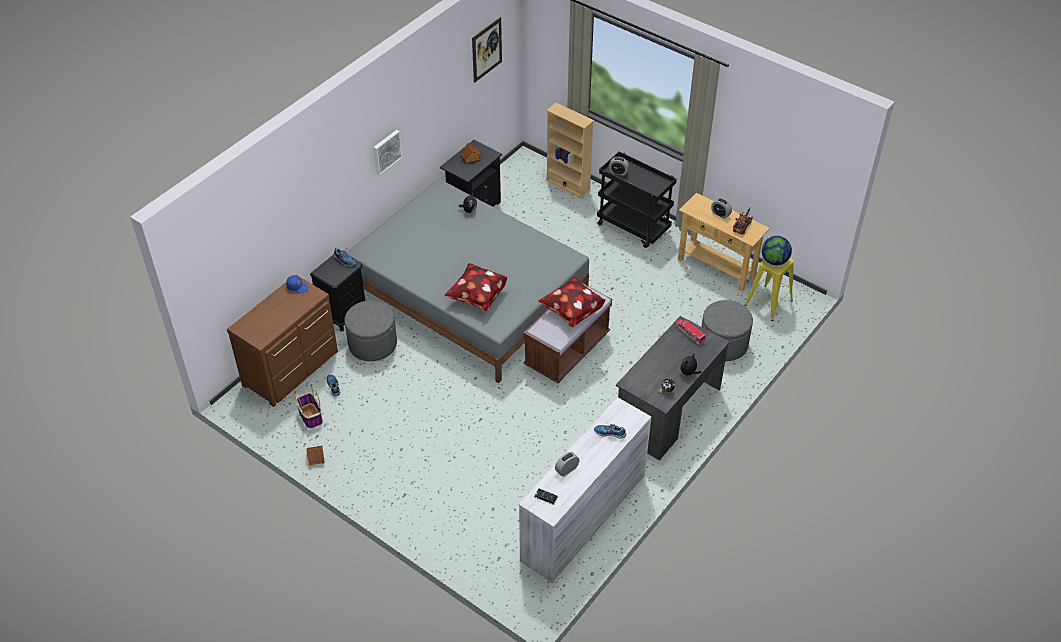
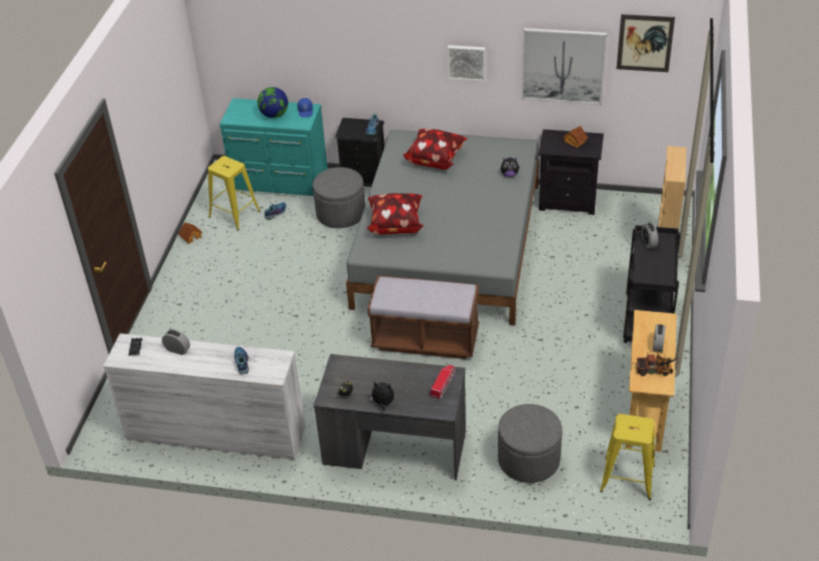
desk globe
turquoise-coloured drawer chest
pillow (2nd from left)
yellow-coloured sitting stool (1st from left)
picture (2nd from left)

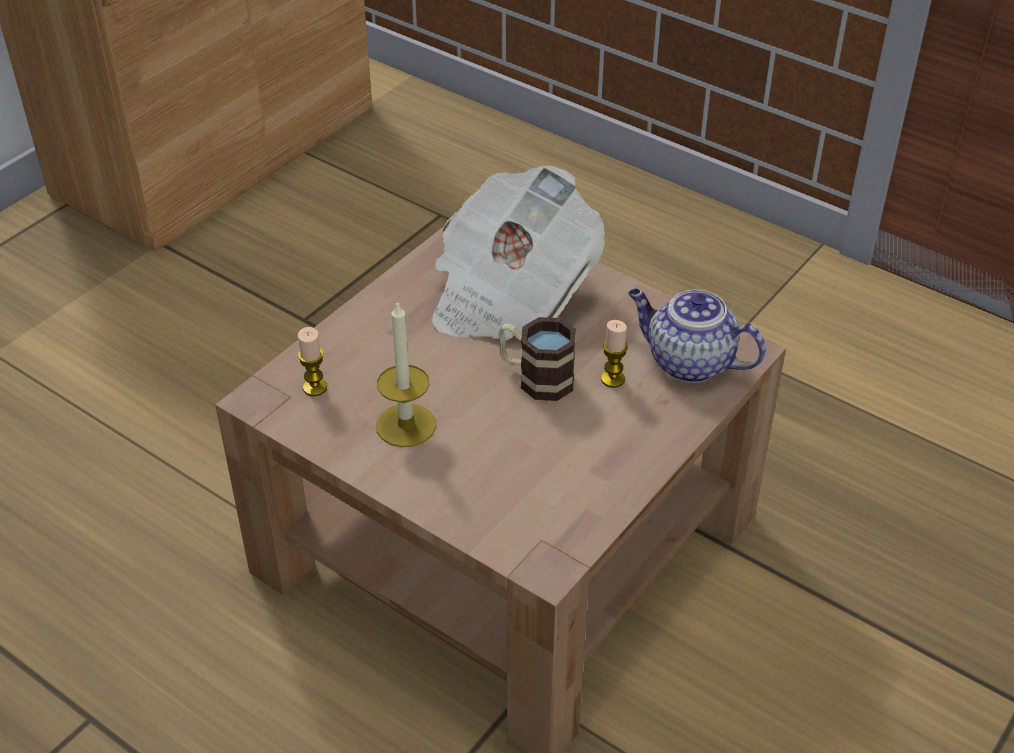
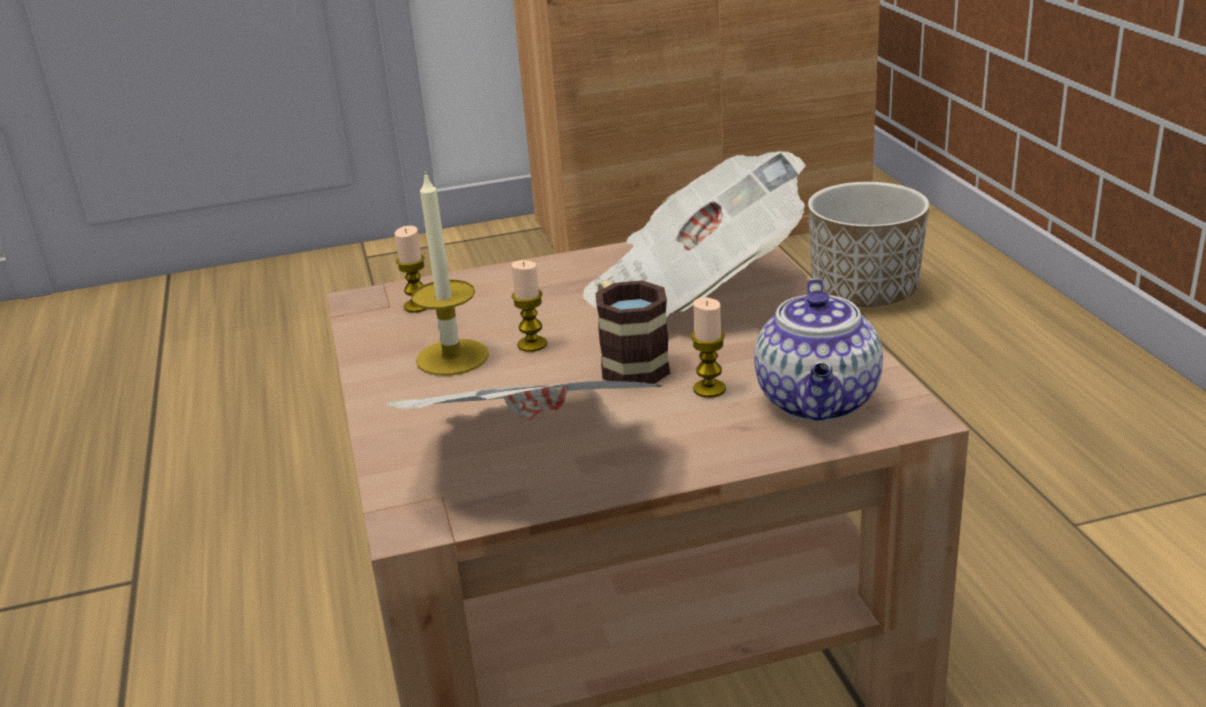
teapot
planter
wax light (3rd from left)
printed paper (1st from left)

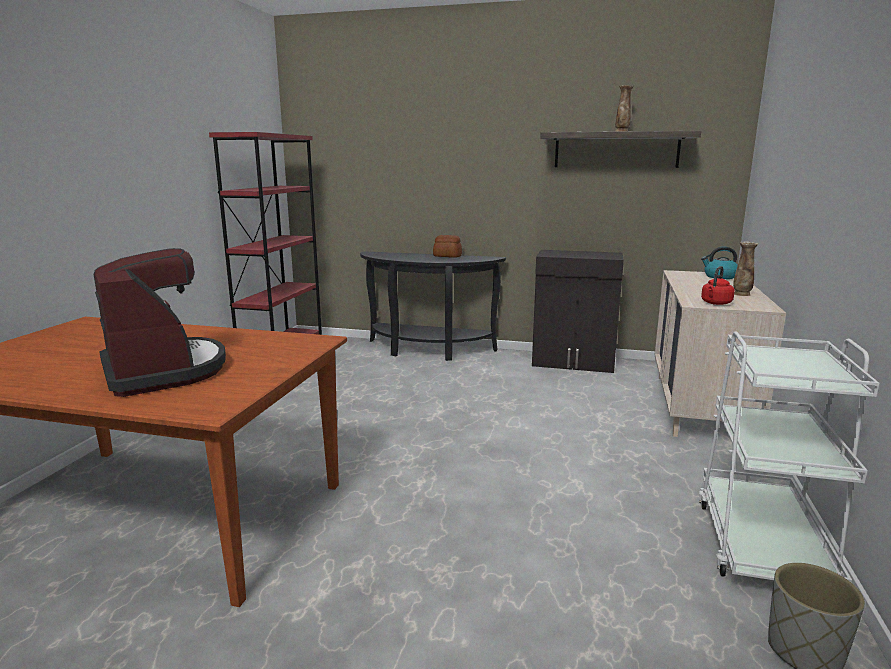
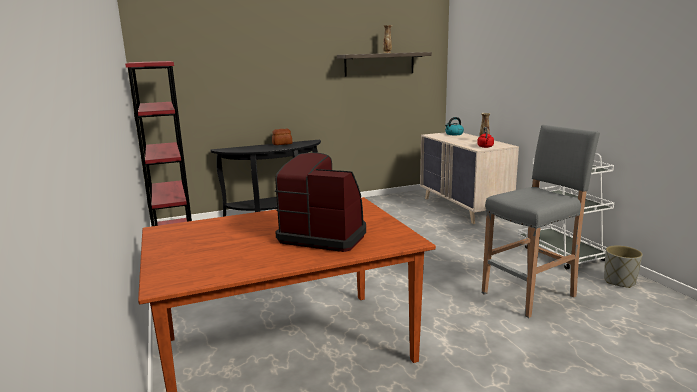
black cabinet
gray sitting stool

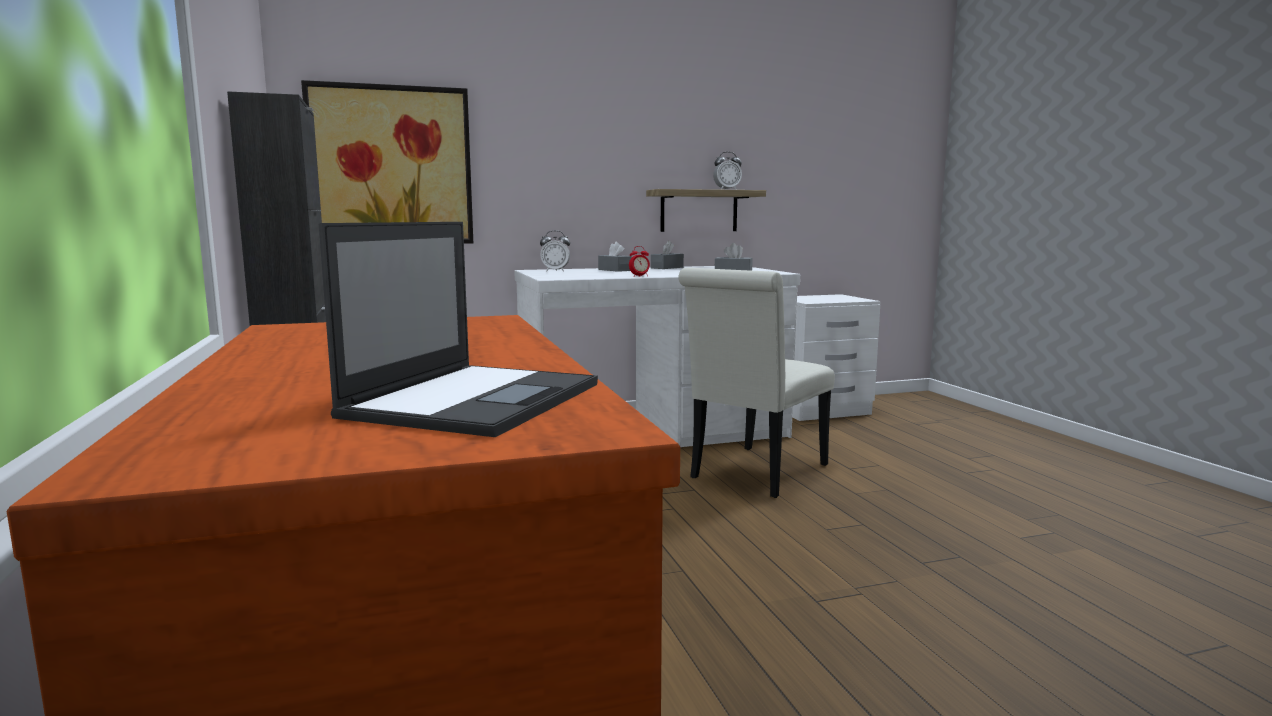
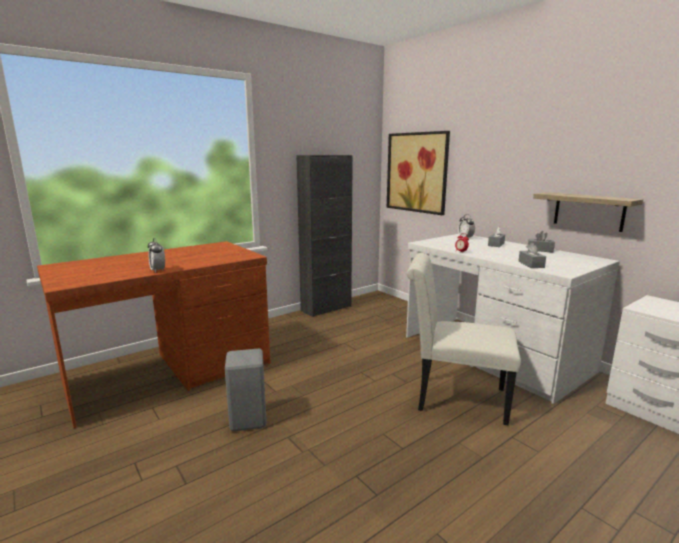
alarm clock (1st from left)
laptop
gray sitting stool

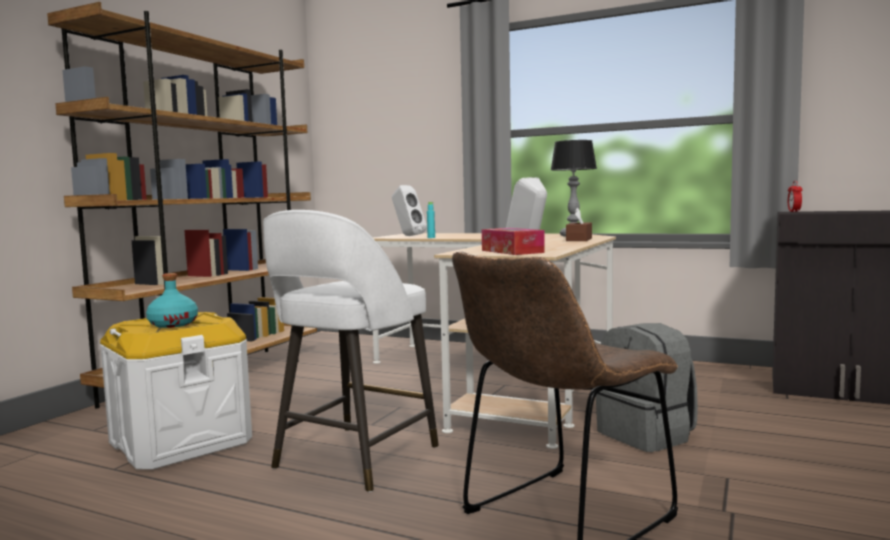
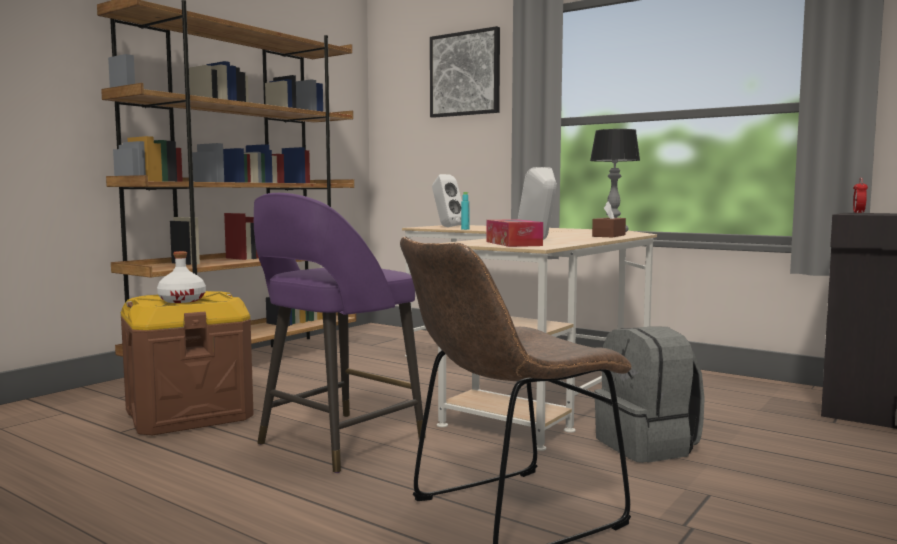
purplish sitting stool
whitish beverage bottle
brown storage box
picture

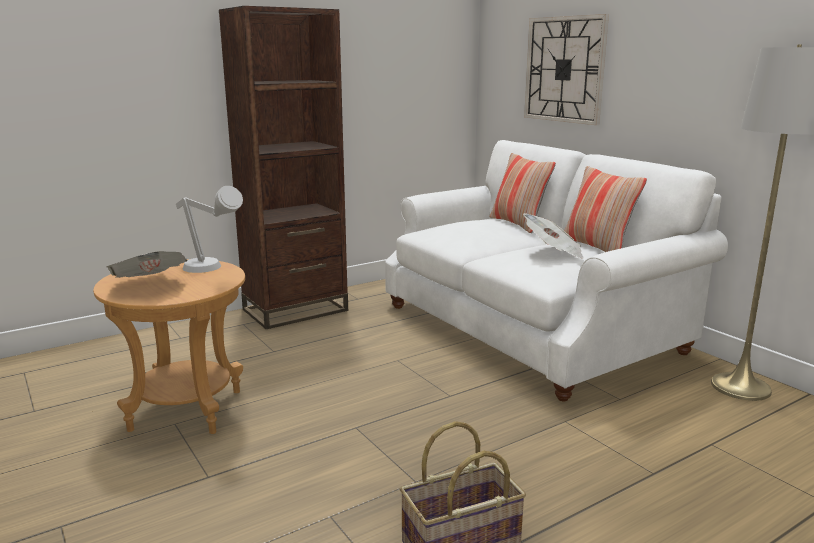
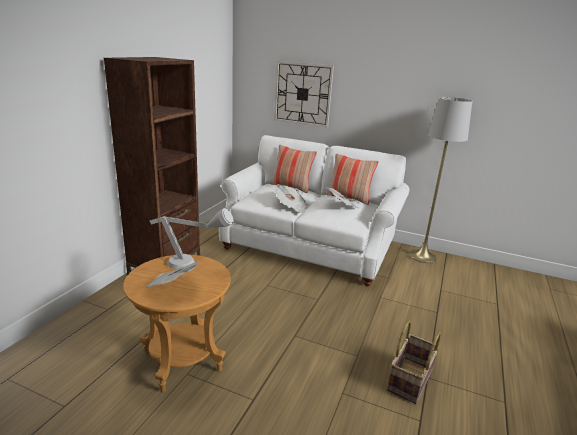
printed paper (2nd from left)

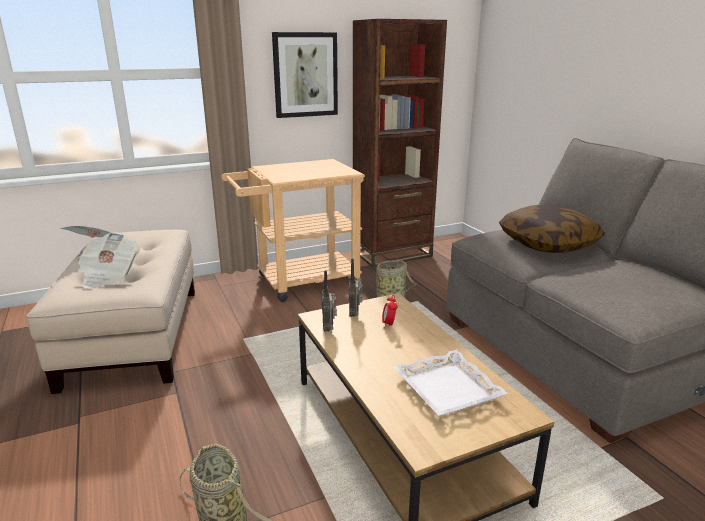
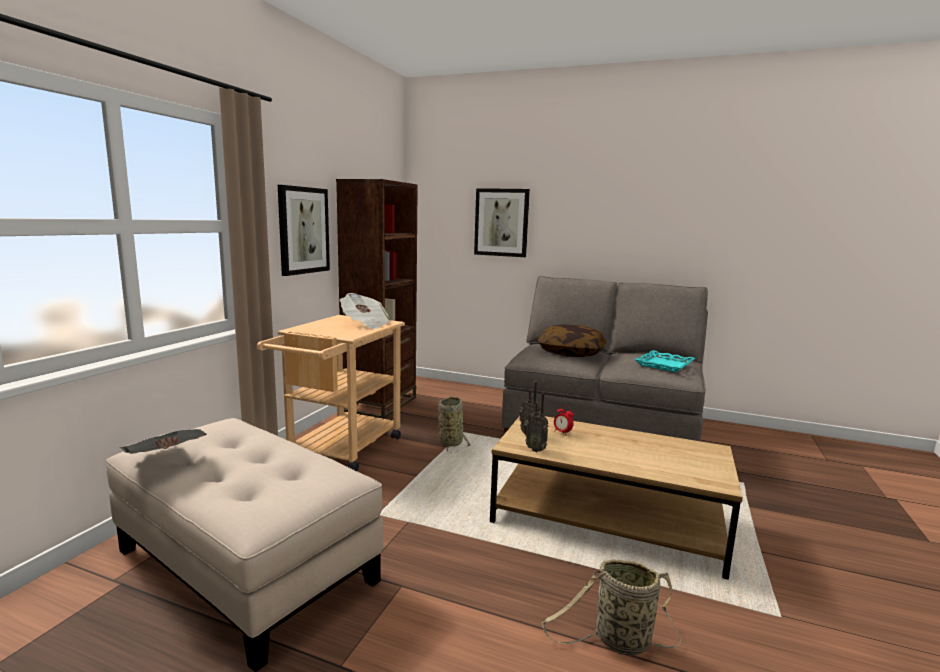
printed paper (2nd from left)
whitish tray
picture (2nd from left)
turquoise-coloured tray

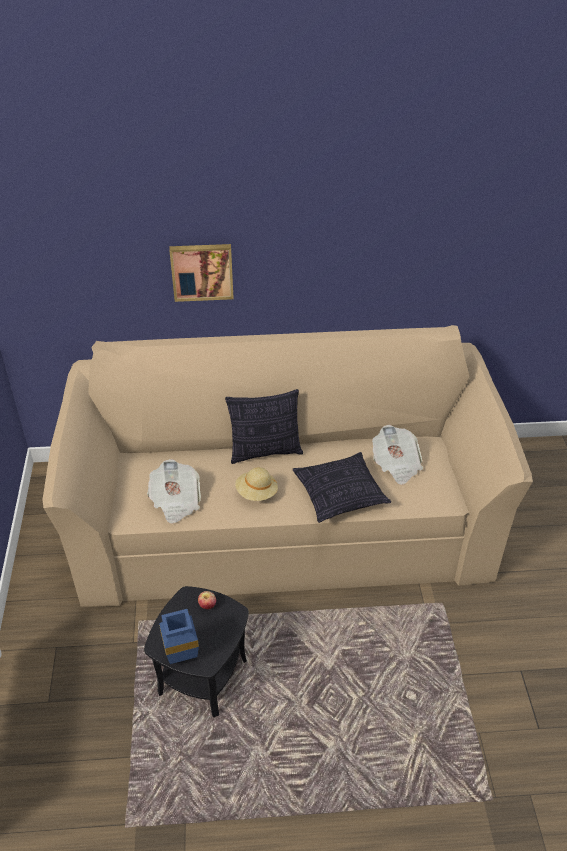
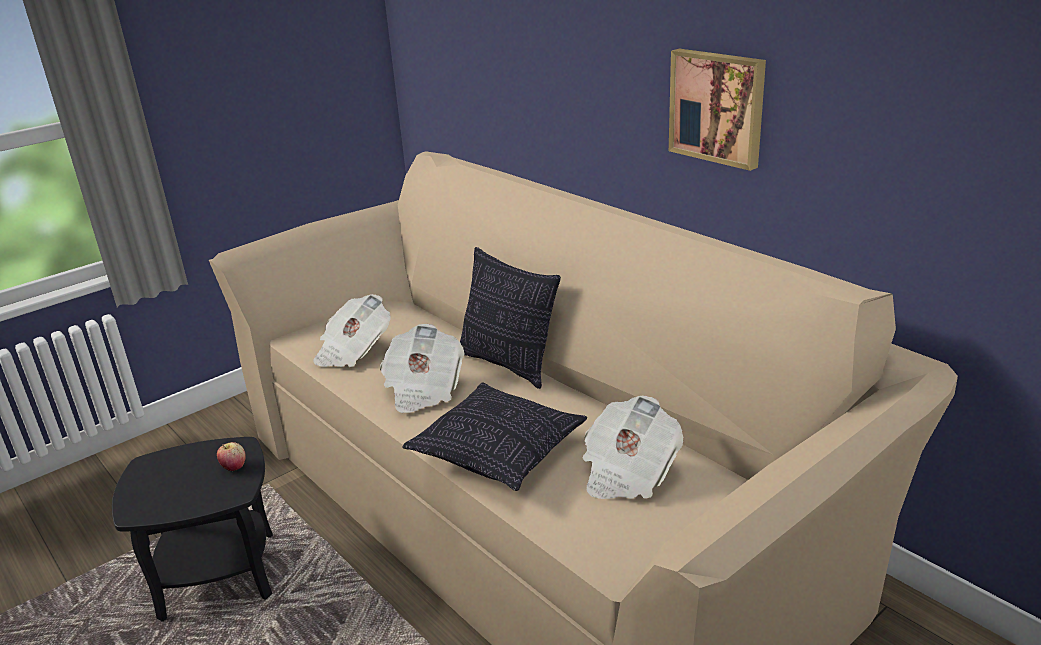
picture
printed paper (2nd from left)
blue flower vase

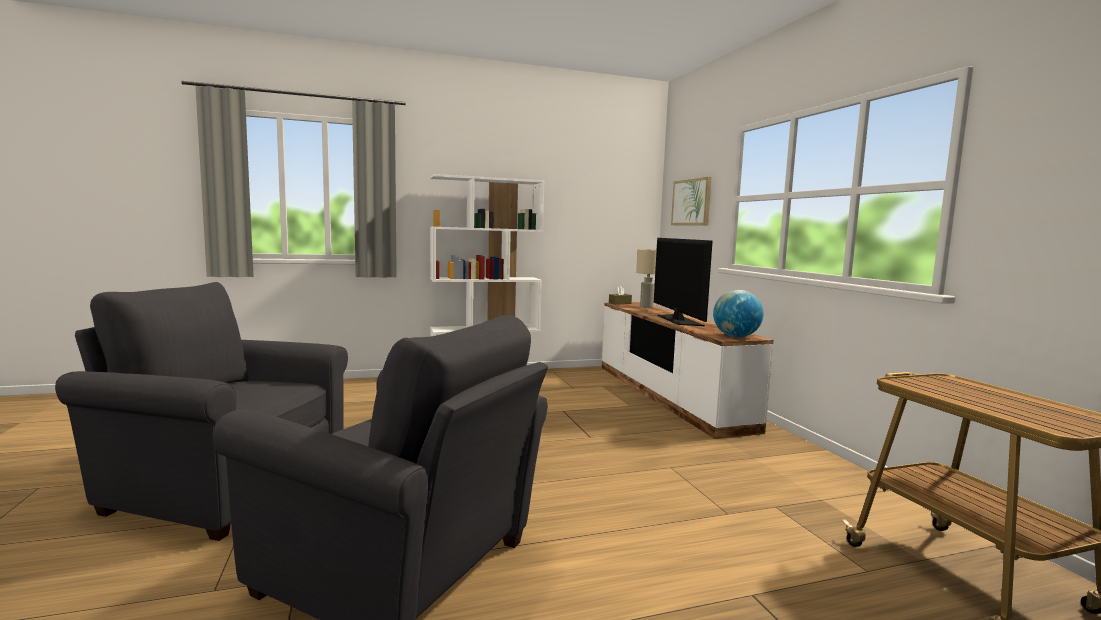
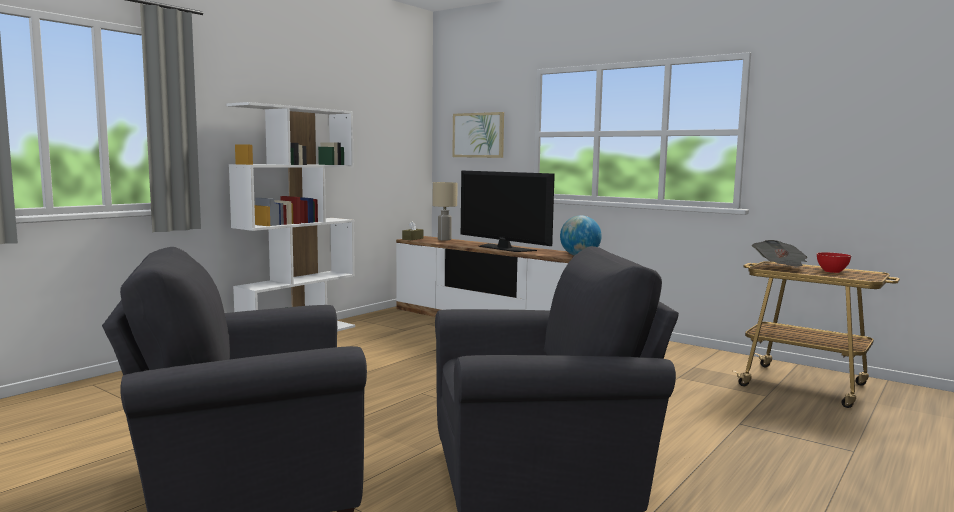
printed paper
red-coloured bowl

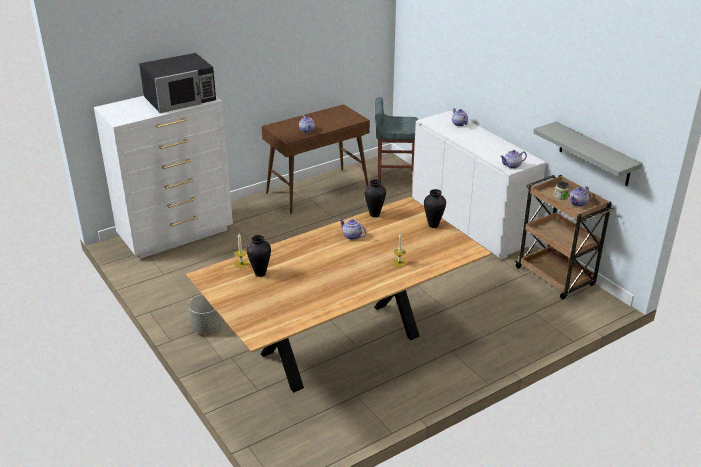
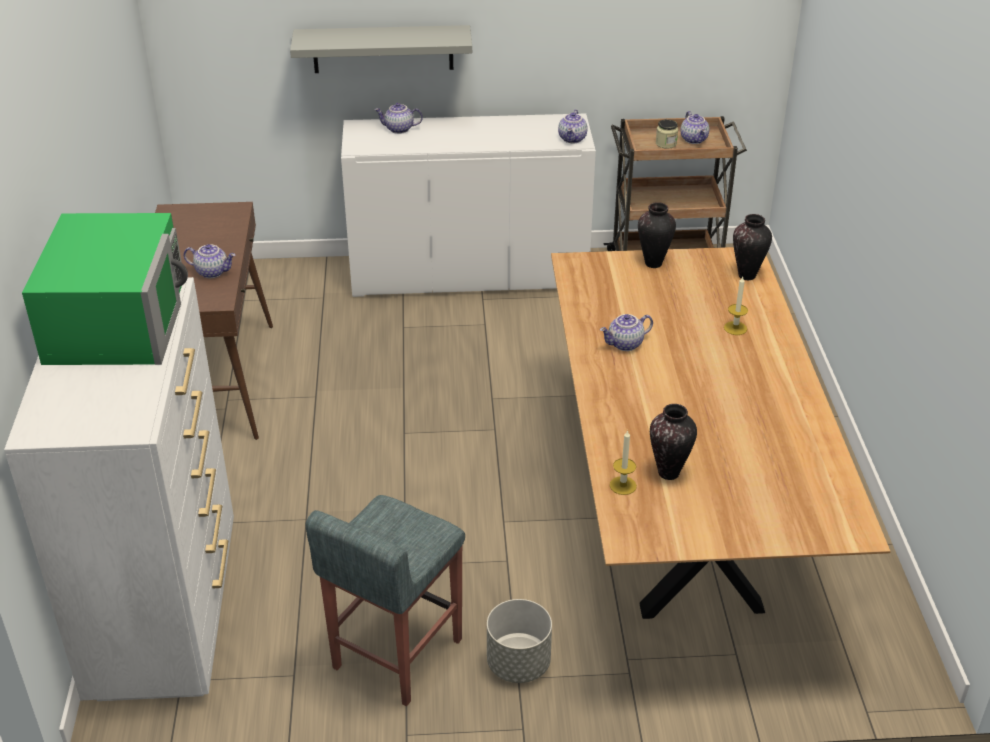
green microwave
gray sitting stool
gray shelf
flower vase (3rd from left)

